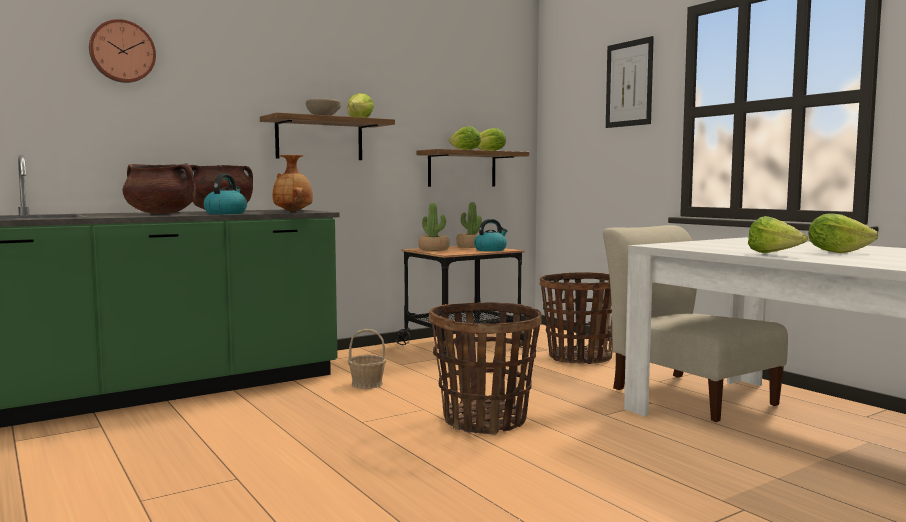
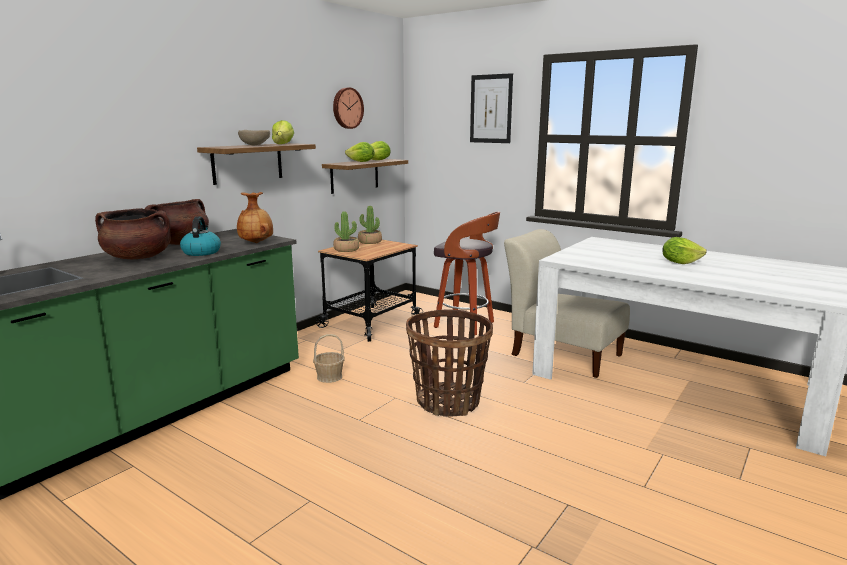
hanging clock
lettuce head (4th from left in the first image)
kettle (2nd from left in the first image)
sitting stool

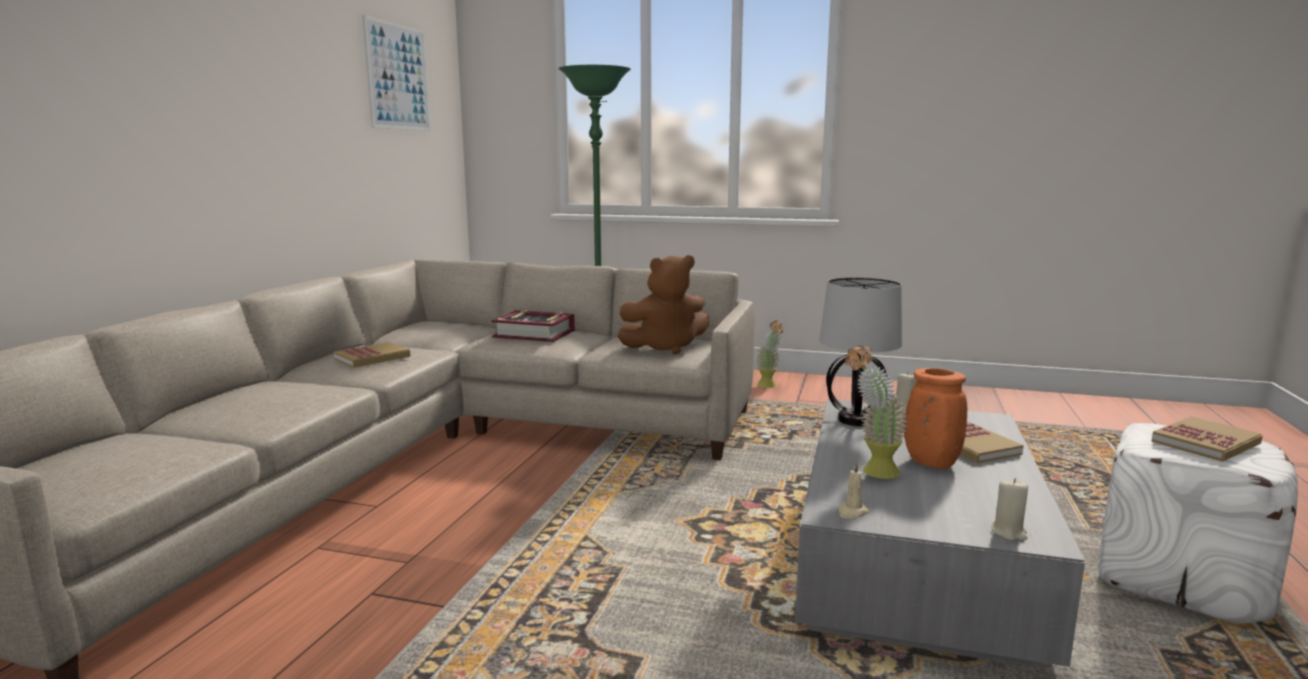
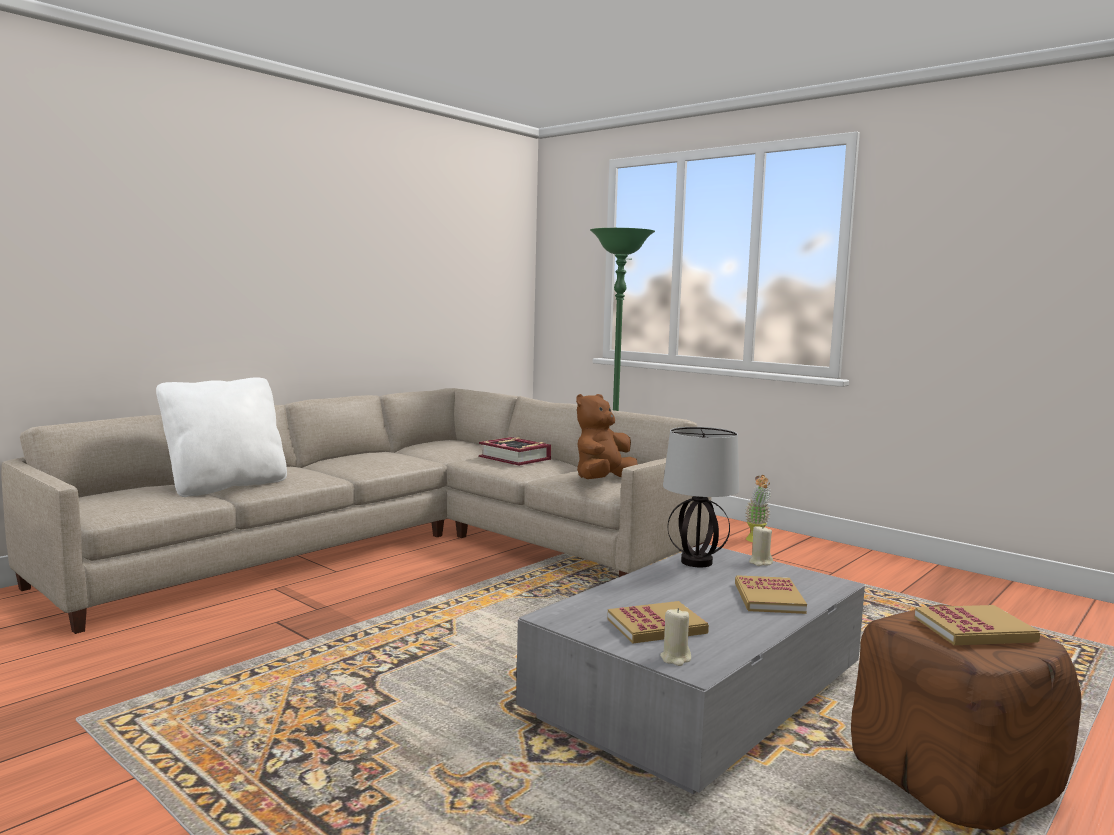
picture
brown soft toy
bound book (2nd from left)
potted plant (2nd from left in the first image)
orange-coloured flower vase
brown ottoman
beige wax light (1st from left in the first image)
whitish pillow

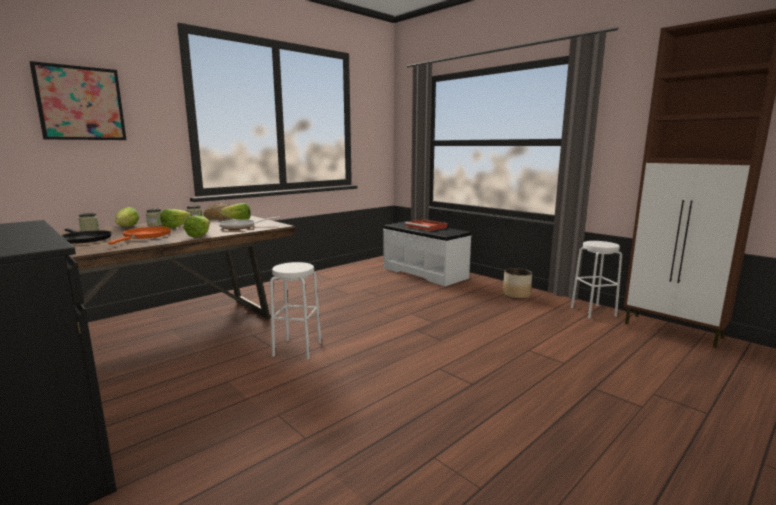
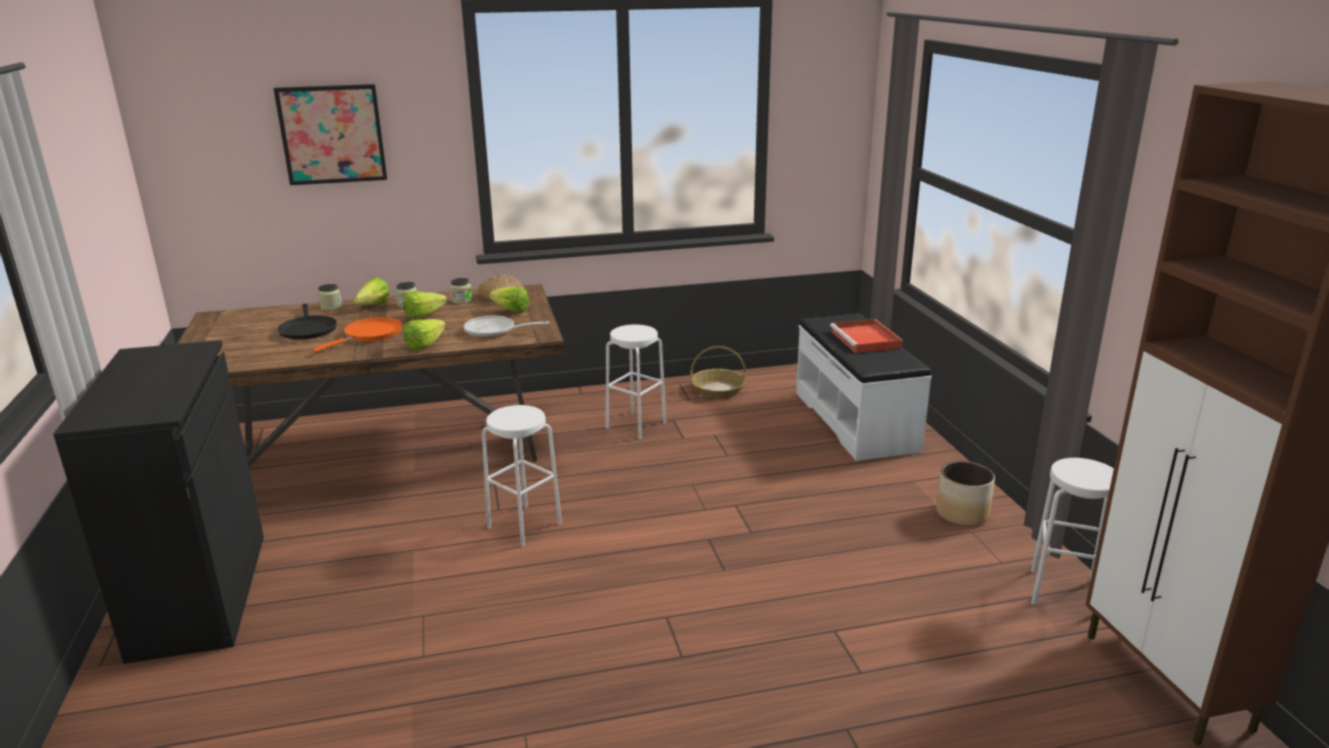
whitish sitting stool (2nd from left)
basket

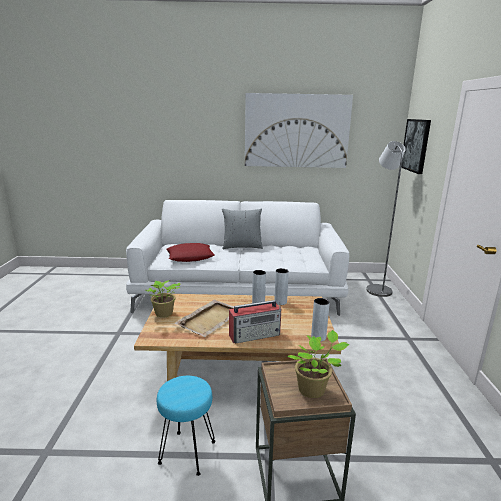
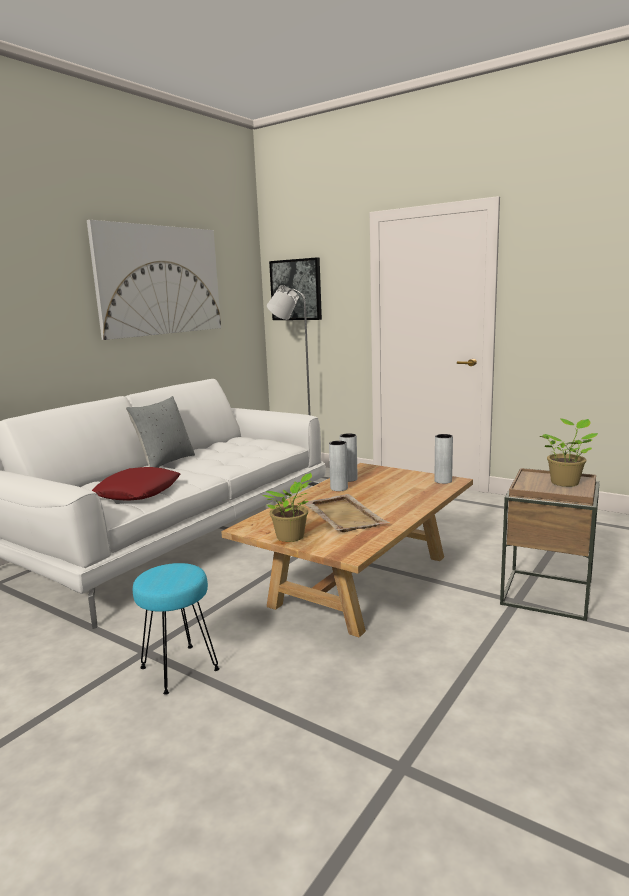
radio set
turquoise-coloured sitting stool

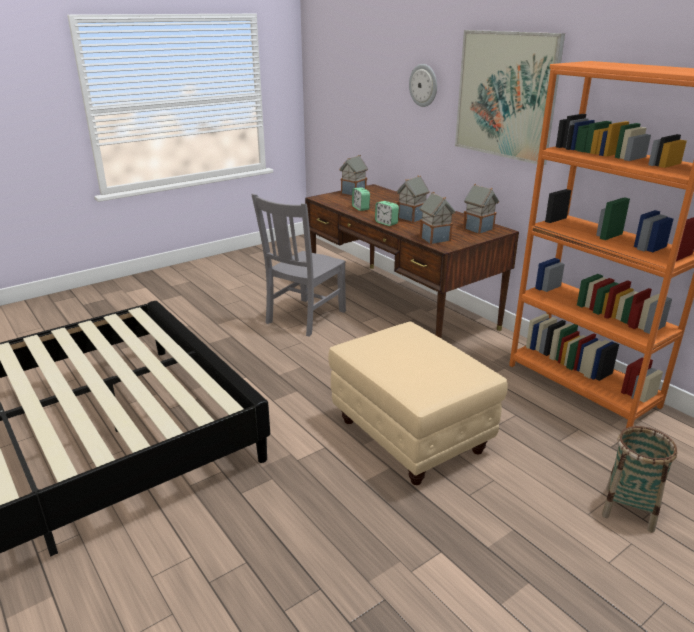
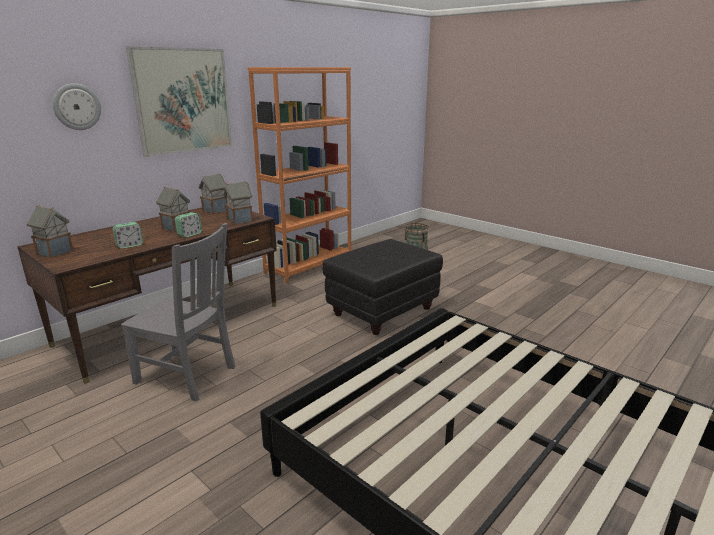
black ottoman

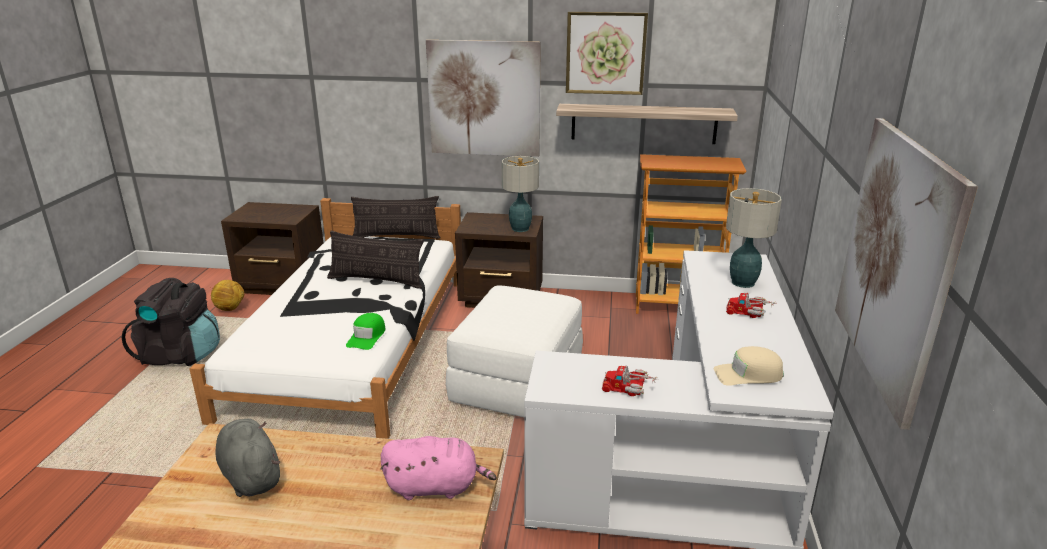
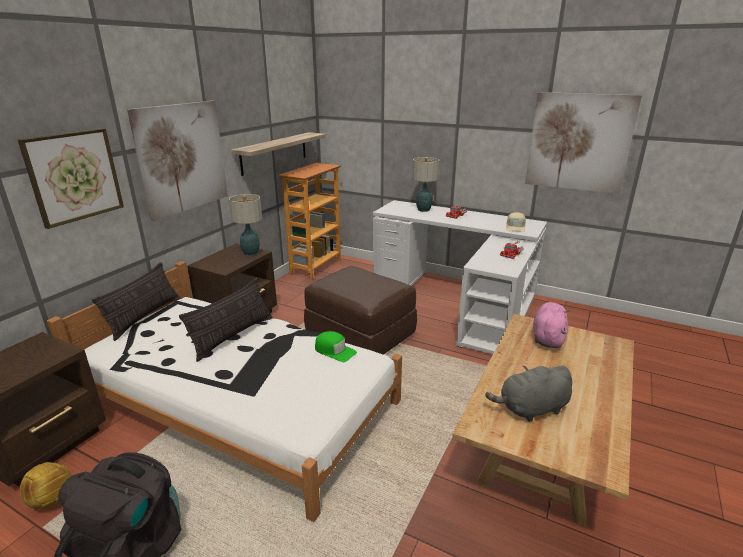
picture (1st from left)
brown ottoman

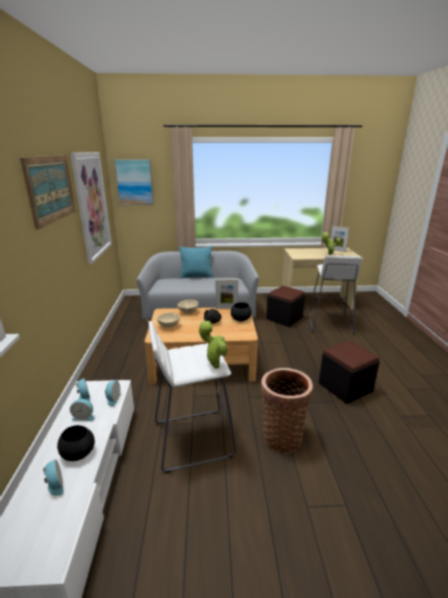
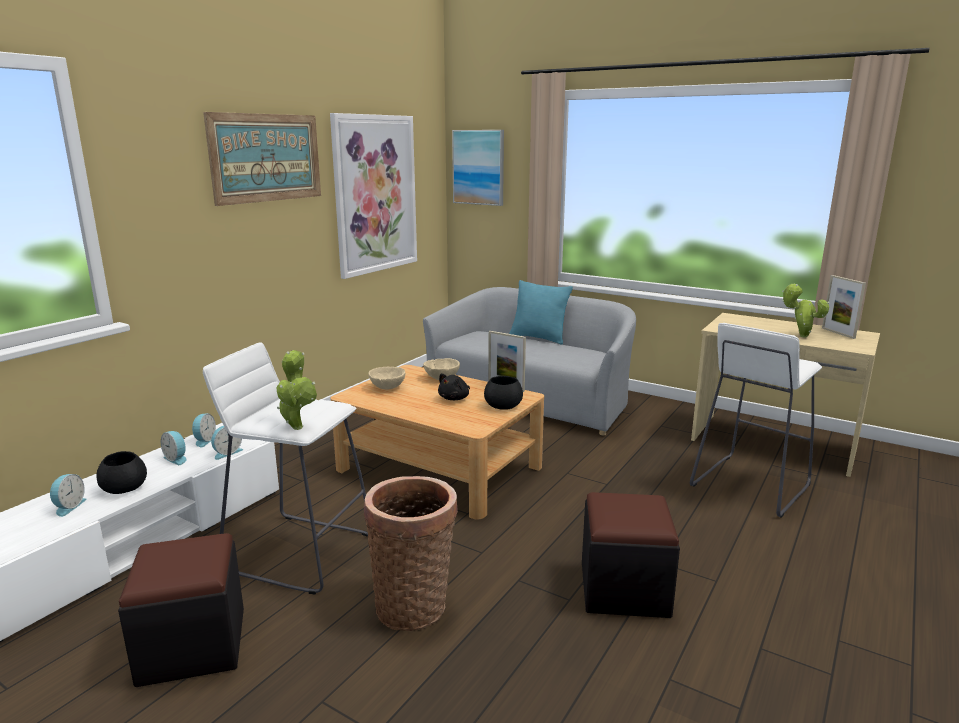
black ottoman (1st from left)

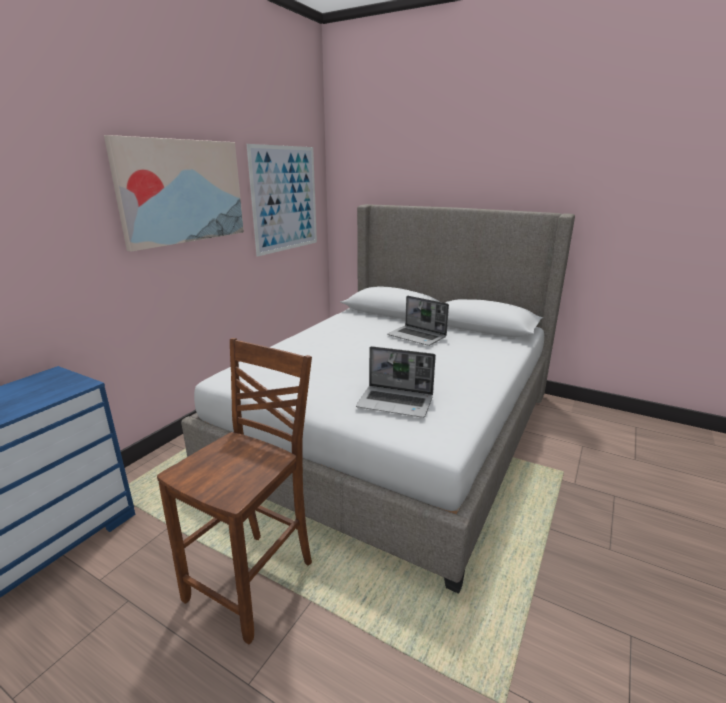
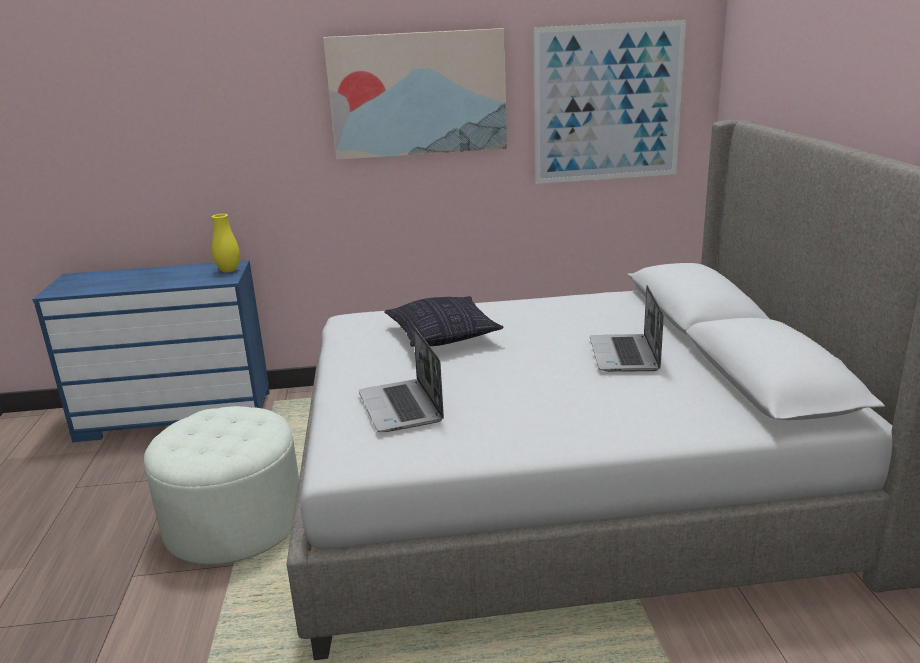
whitish ottoman
yellow-coloured flower vase
pillow

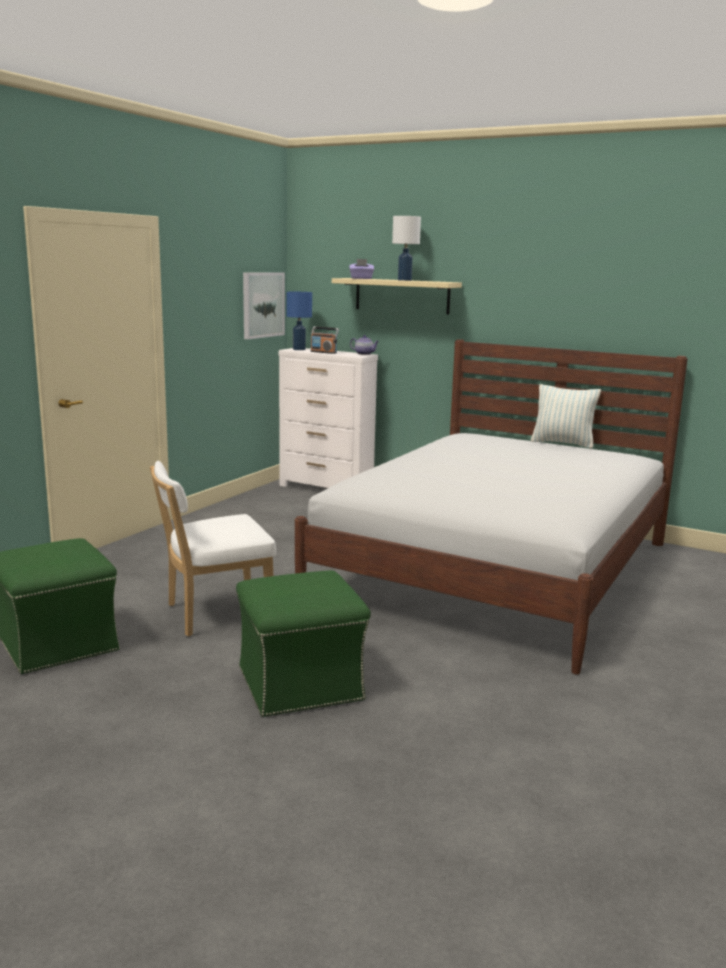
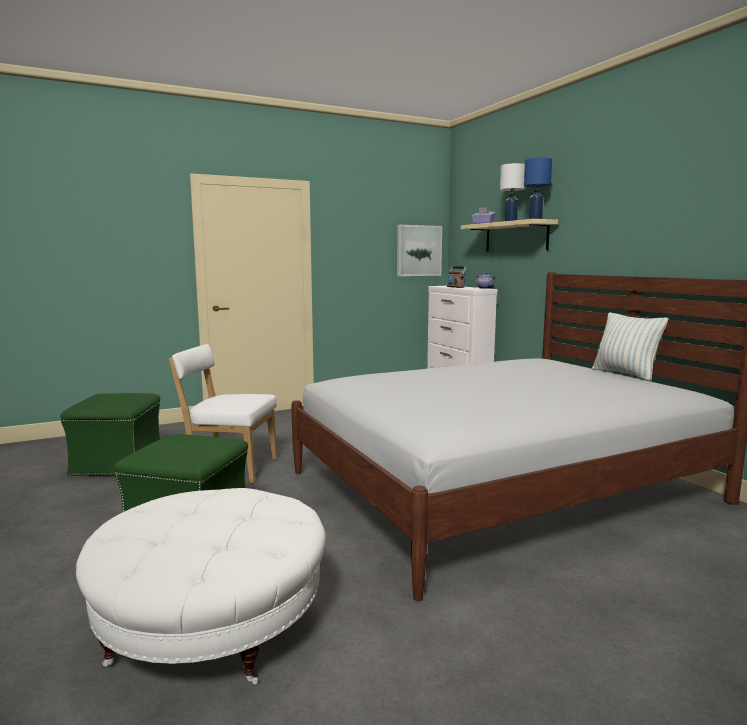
blue tabletop lamp
whitish ottoman

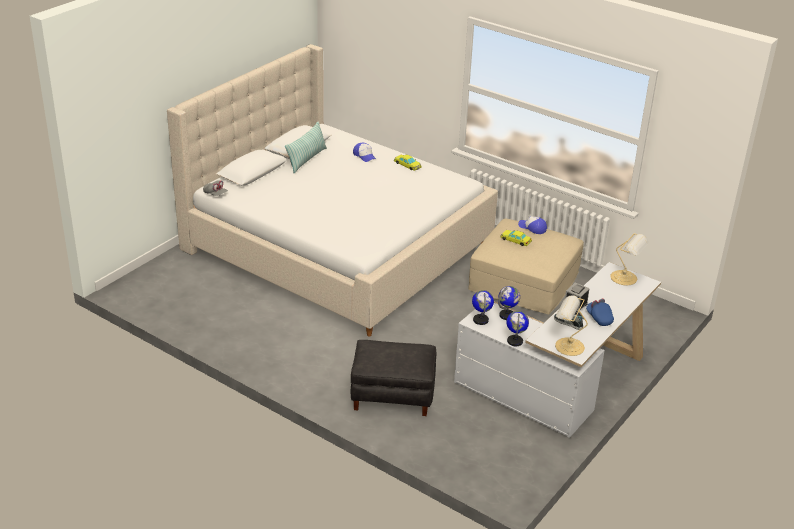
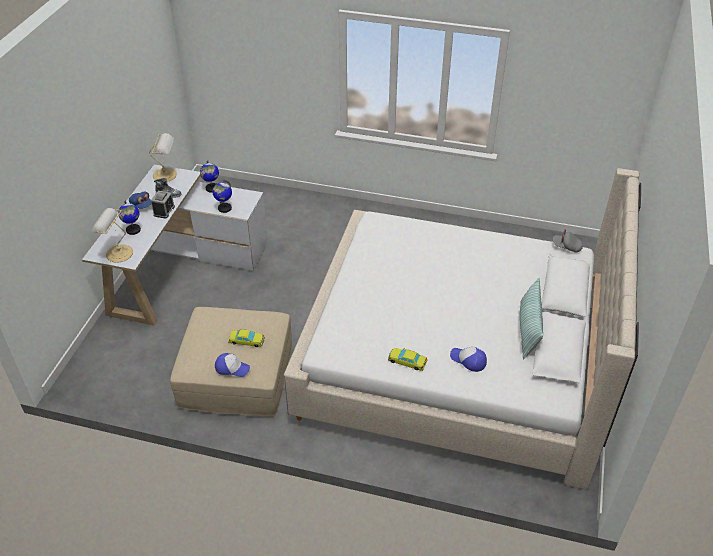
desk globe (1st from left)
black ottoman

